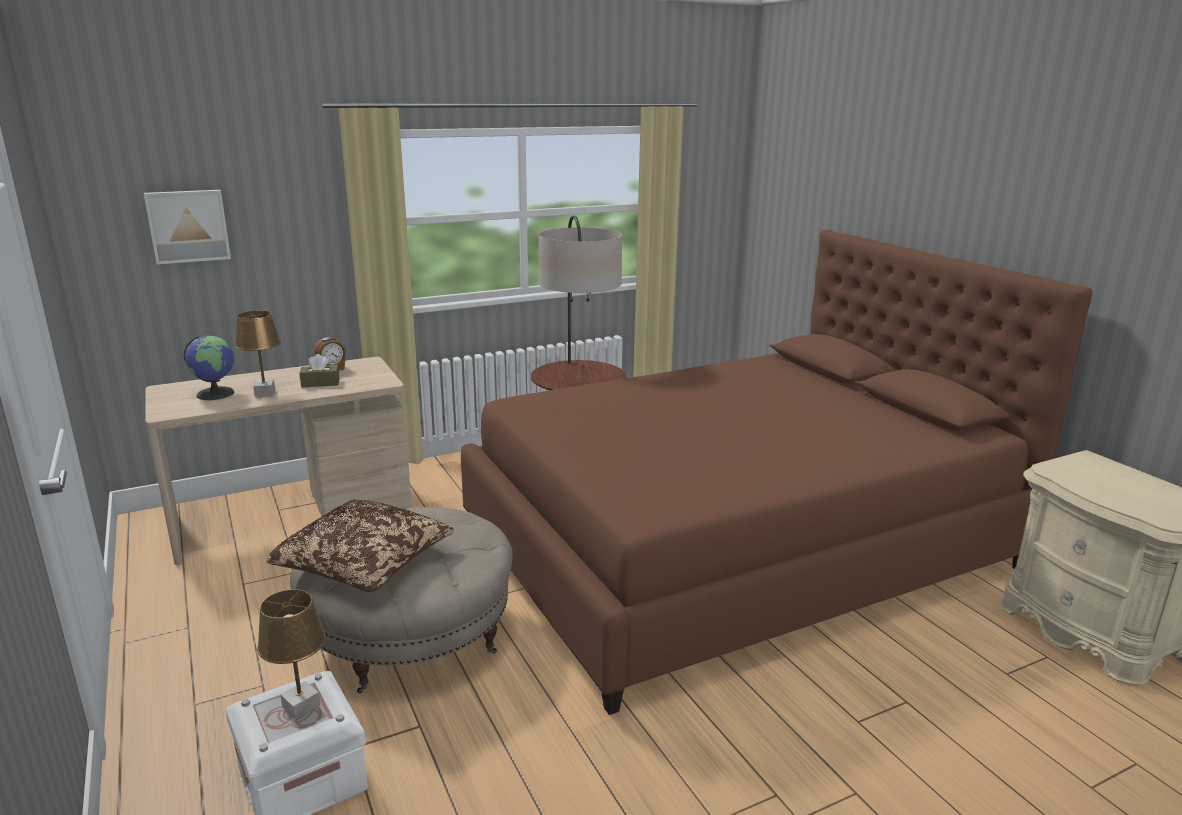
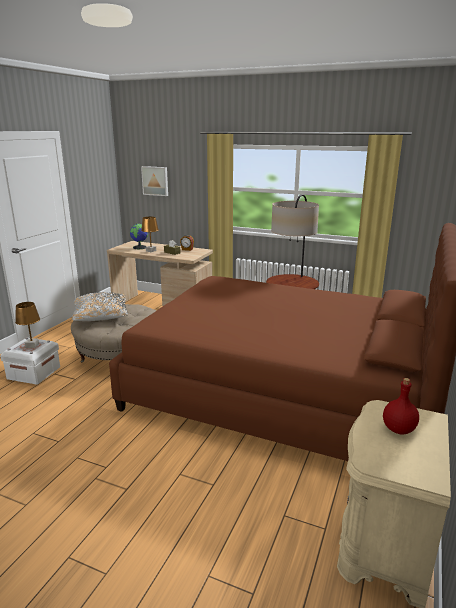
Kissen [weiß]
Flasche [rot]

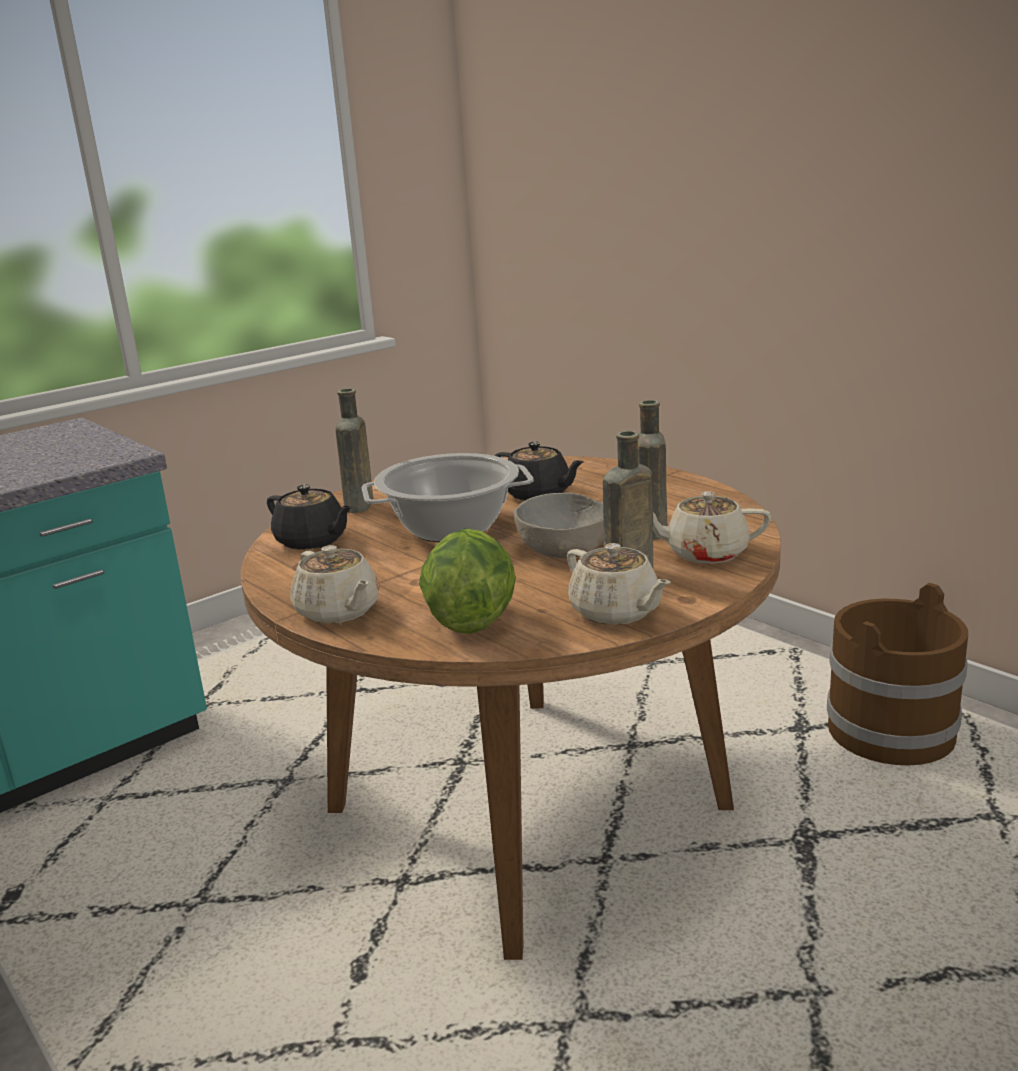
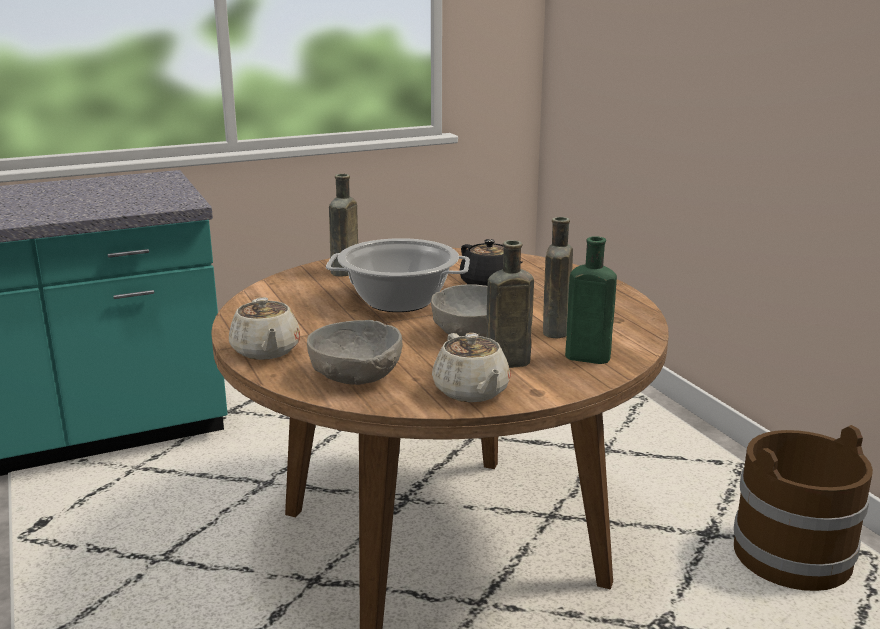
Schüssel [grau] (no. 1 from left)
Flasche [grün]
Teekanne [schwarz] (no. 1 from left in the first image)

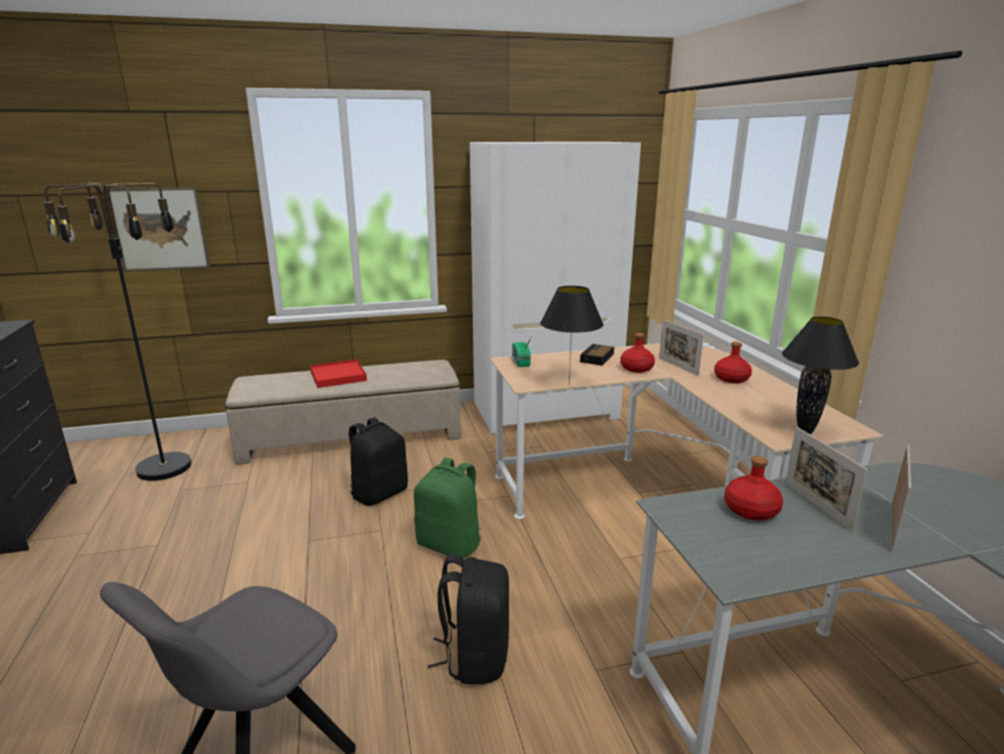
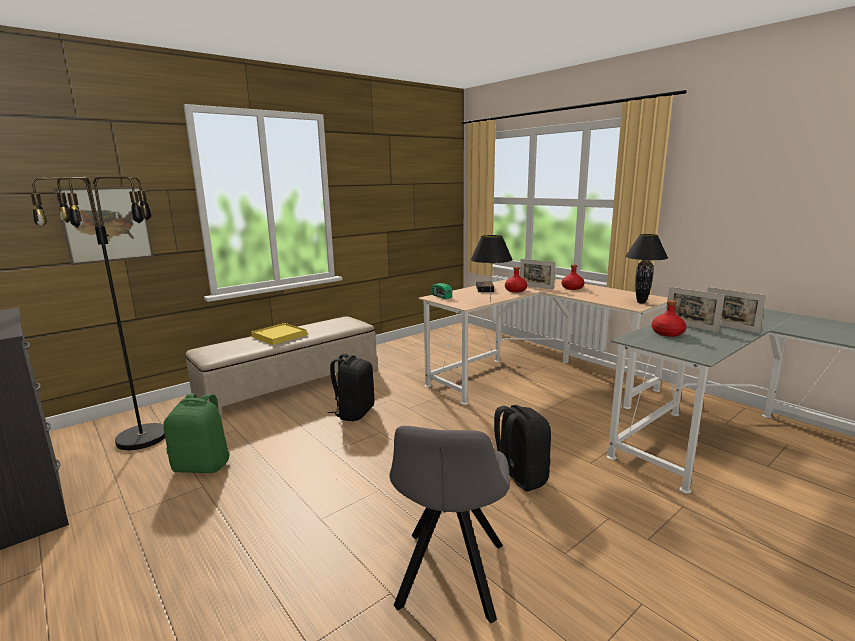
Rucksack [grün]
Tablett [gelb]
Bilderrahmen (no. 3 from left)
Kleiderschrank [weiß]

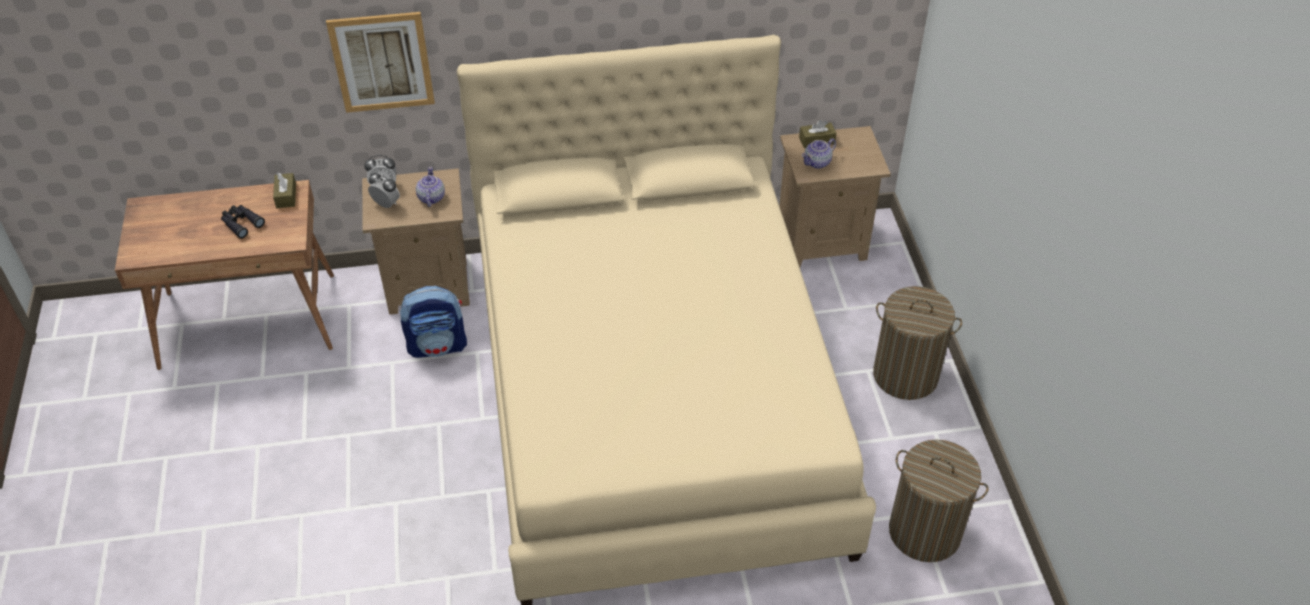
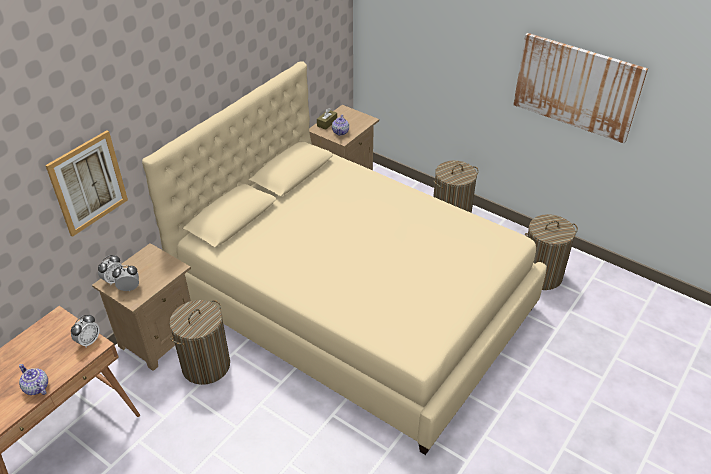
Teekanne (no. 1 from left)
Wecker (no. 1 from left)
Wäschekorb (no. 1 from left)
Bild (no. 2 from left)
Fernglas [schwarz]
Taschentuchbox [braun] (no. 1 from left in the first image)

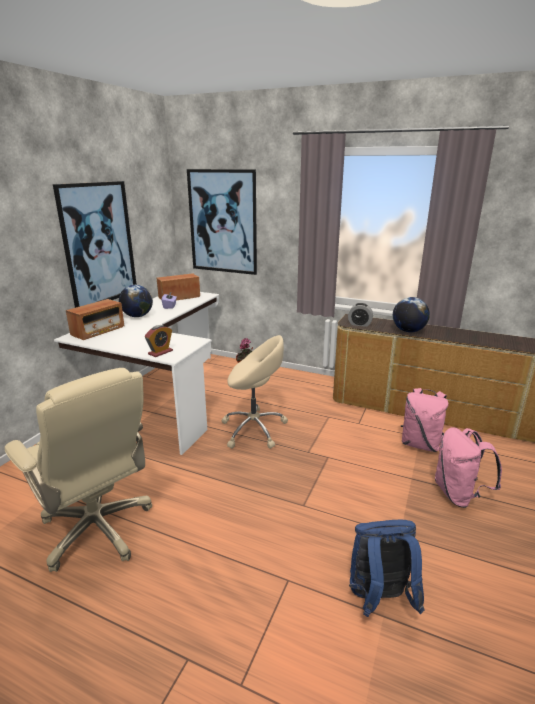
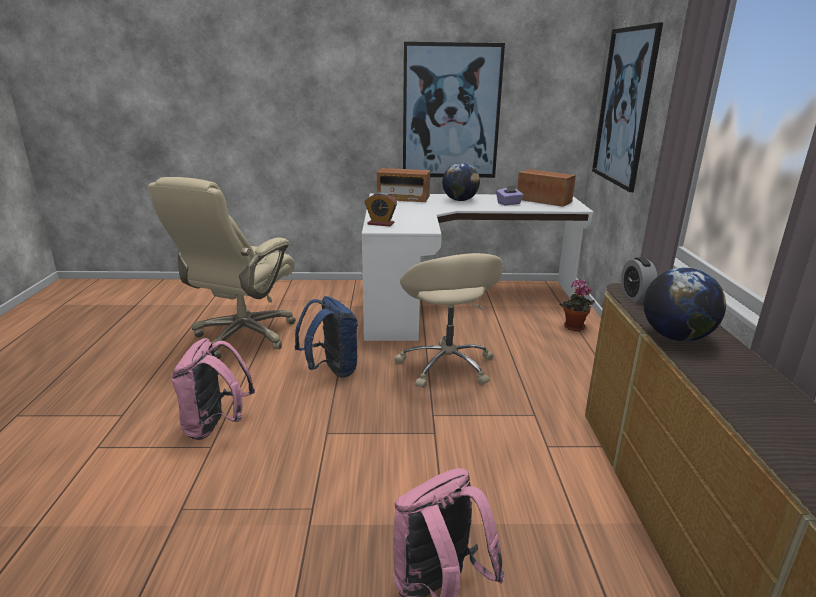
Rucksack [rosa] (no. 1 from left)
Rucksack [blau]

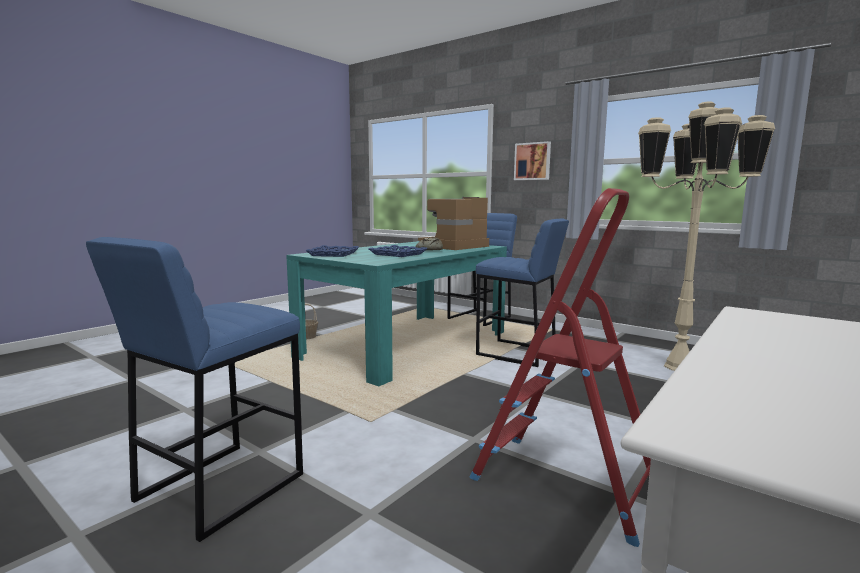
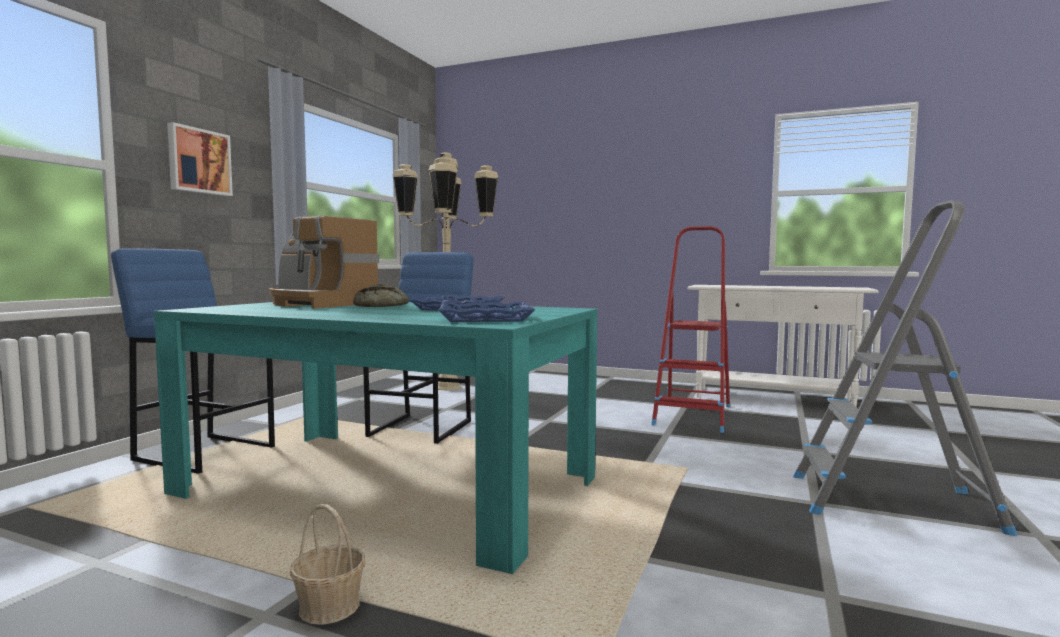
Trittleiter [grau]

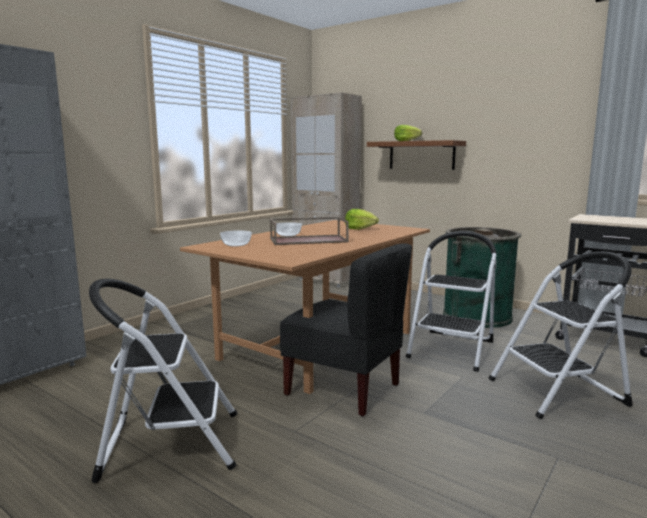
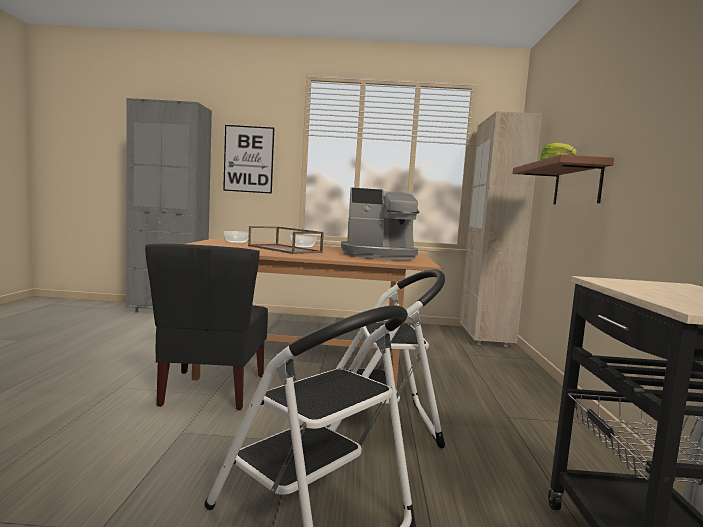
Bild
Kaffeemaschine
Trittleiter (no. 1 from left in the first image)
Mülleimer [grün]

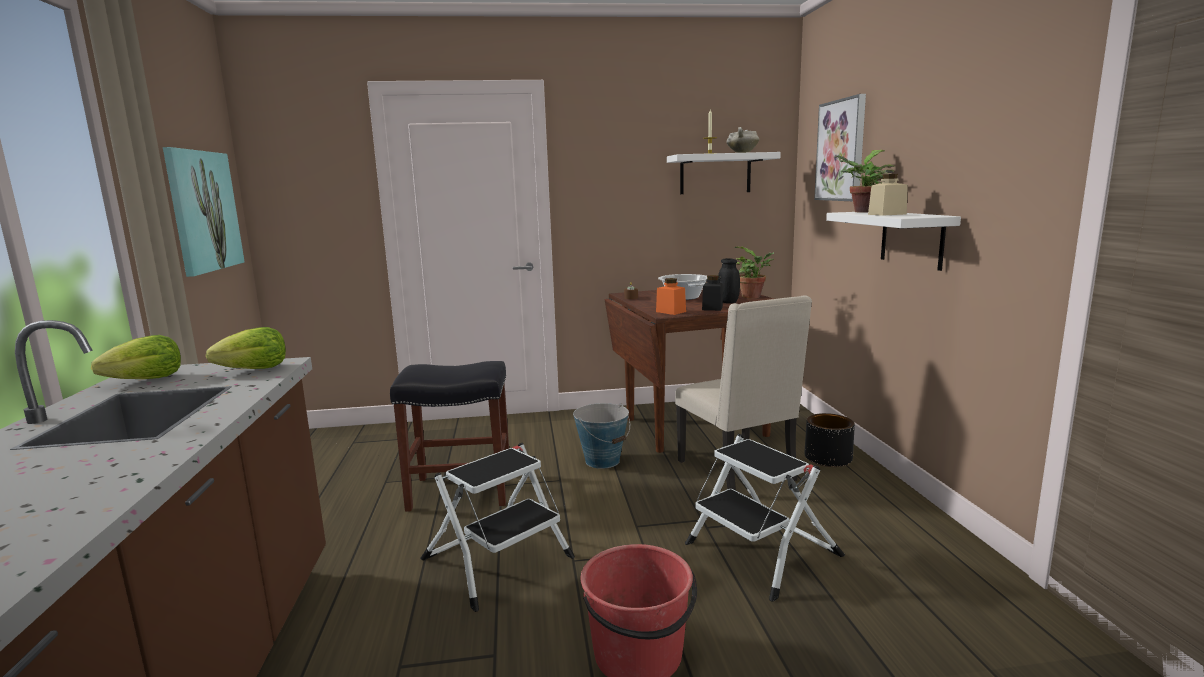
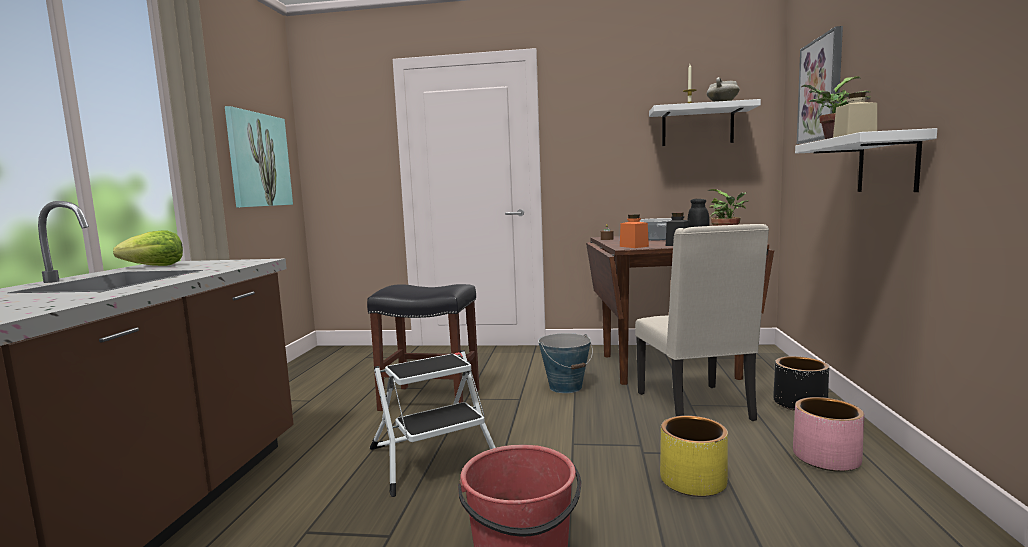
Pflanzkübel [gelb]
Pflanzkübel [rosa]
Salatkopf (no. 2 from left in the first image)

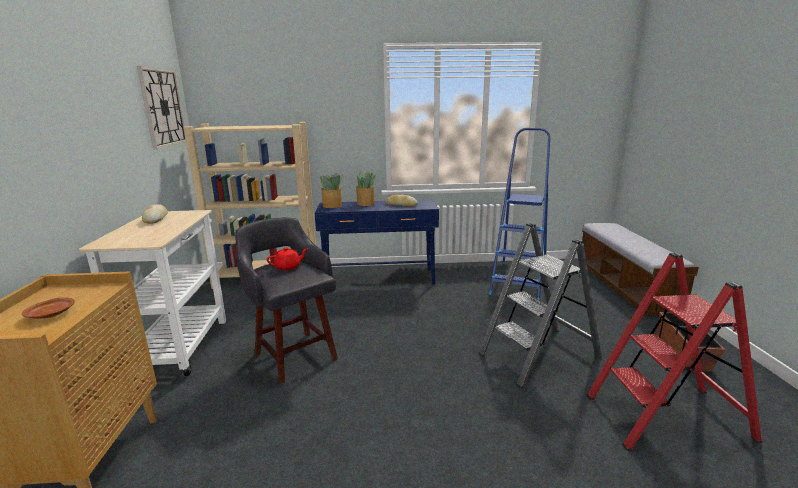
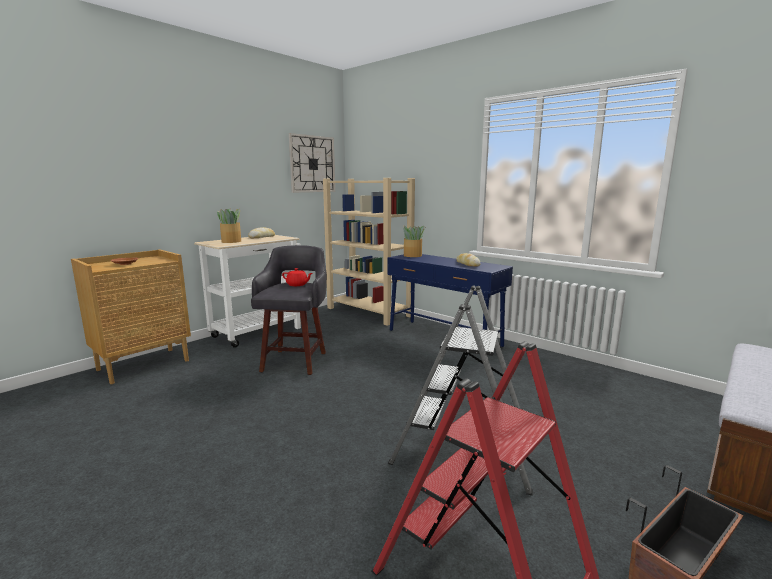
Topfpflanze (no. 1 from left)
Trittleiter [blau]

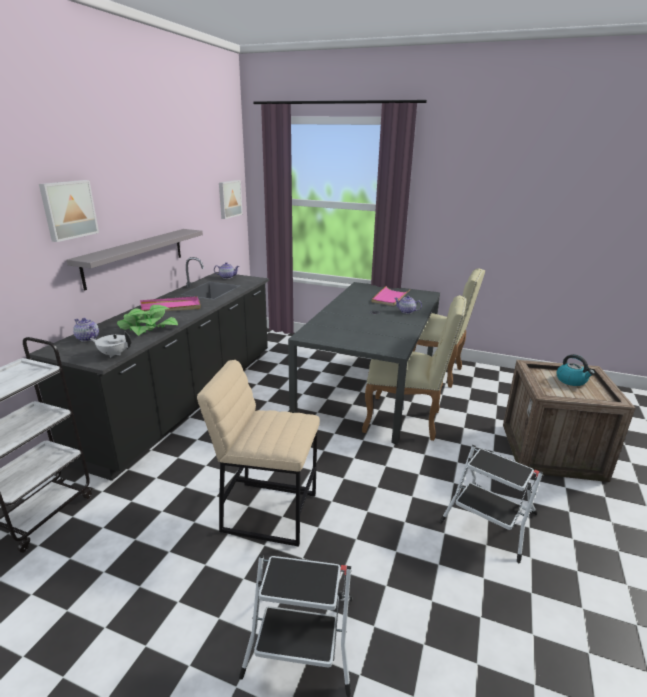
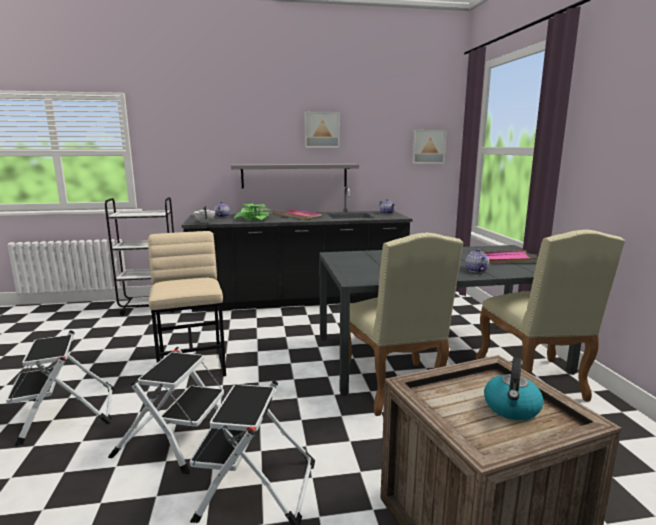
Trittleiter (no. 2 from left)
Bild (no. 1 from left)

